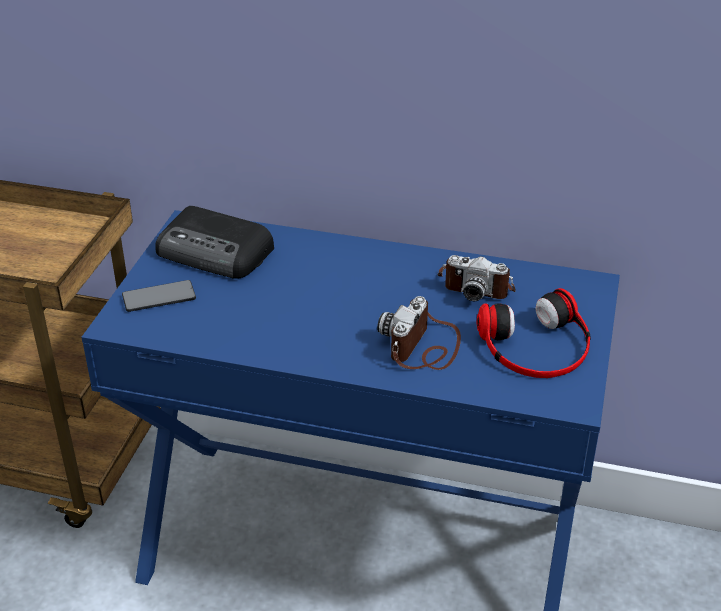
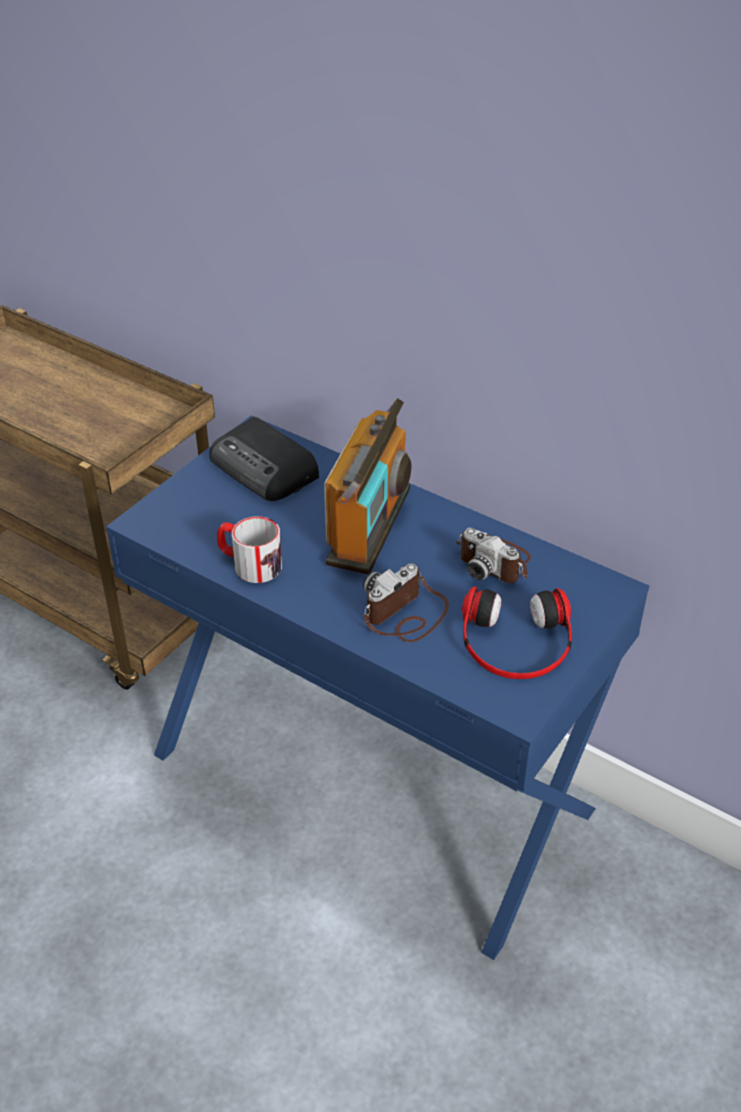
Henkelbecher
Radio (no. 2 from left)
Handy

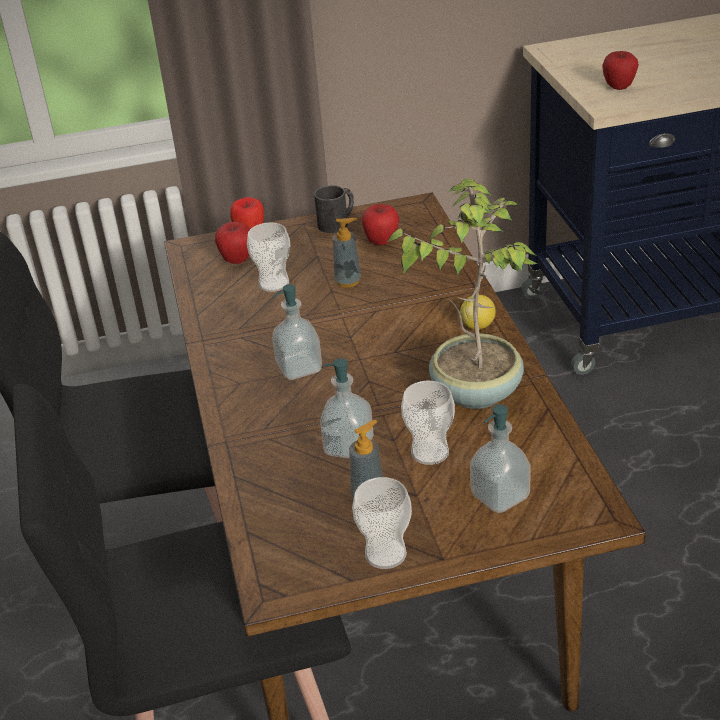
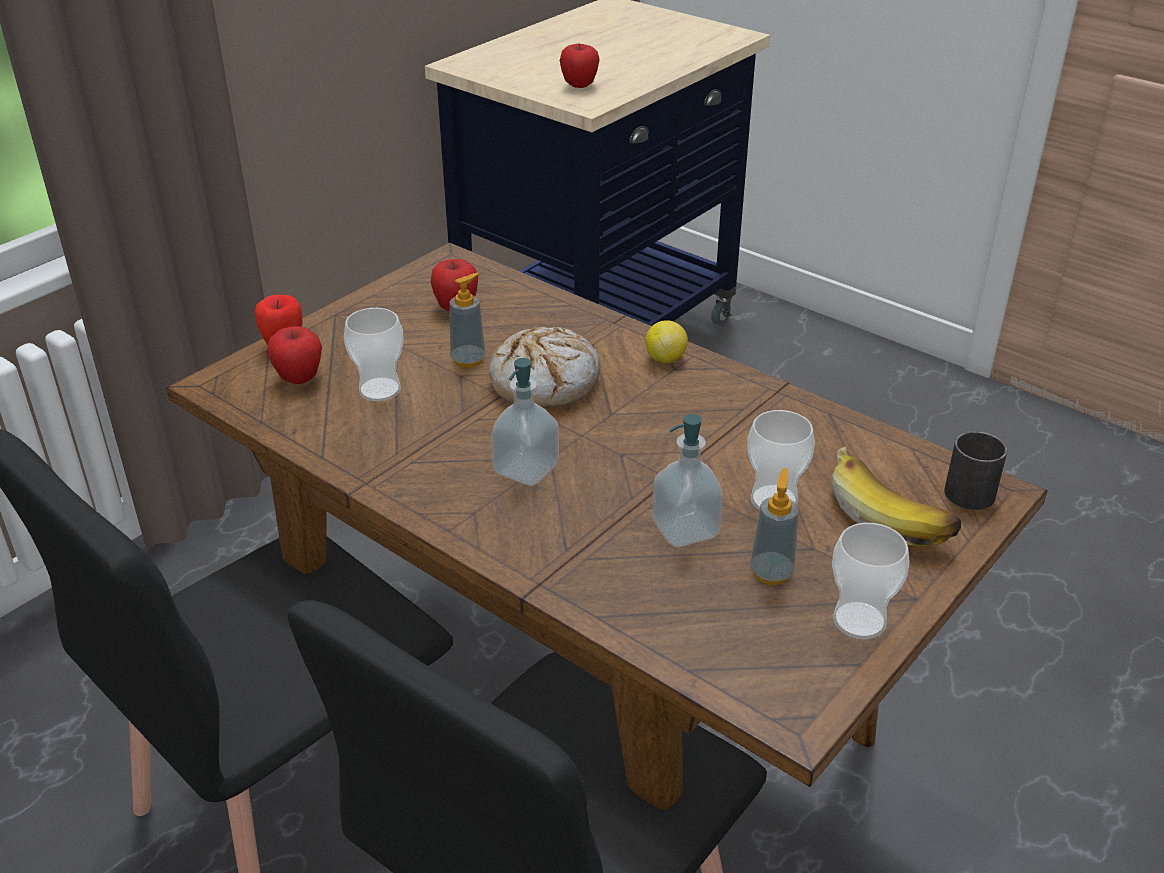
Brot
Banane
Henkelbecher [schwarz]
Topfpflanze

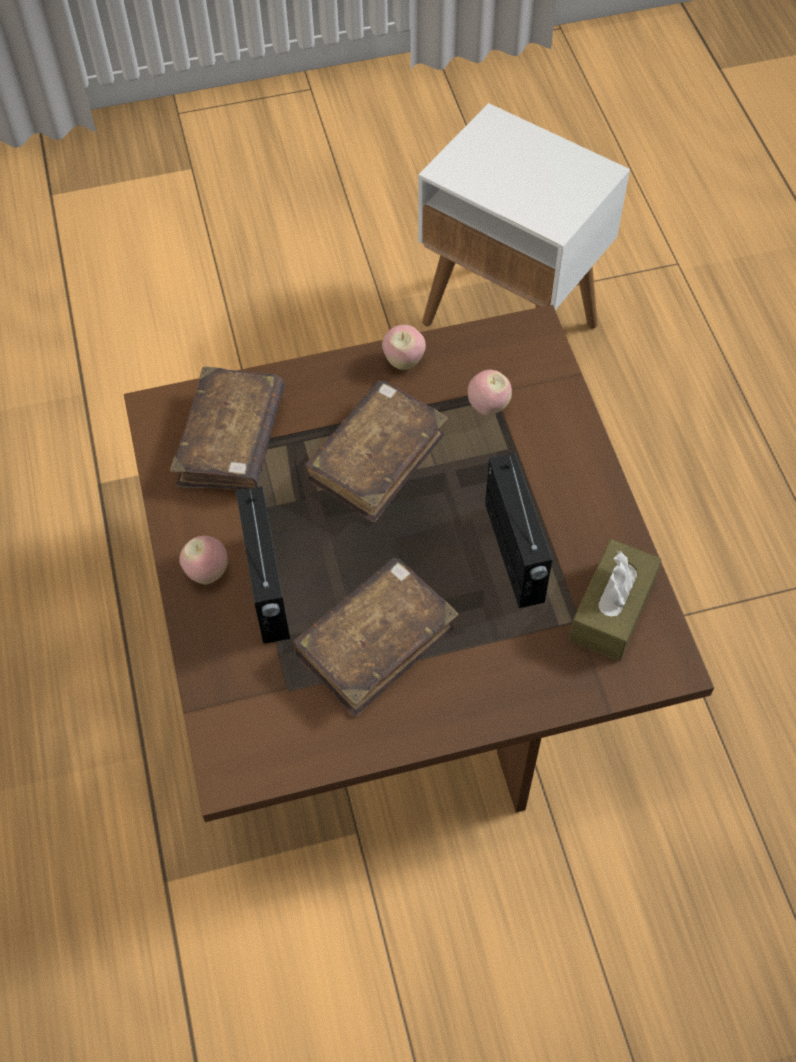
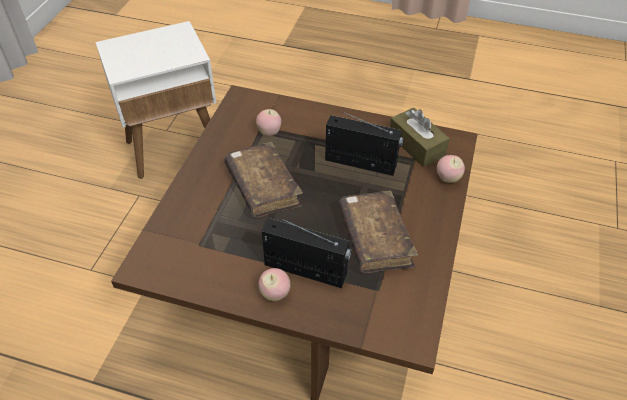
Apfel (no. 3 from left)
Buch [braun] (no. 1 from left in the first image)

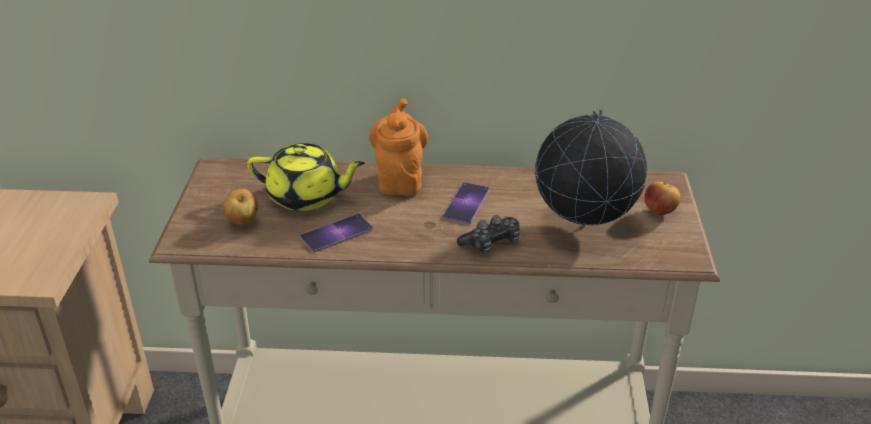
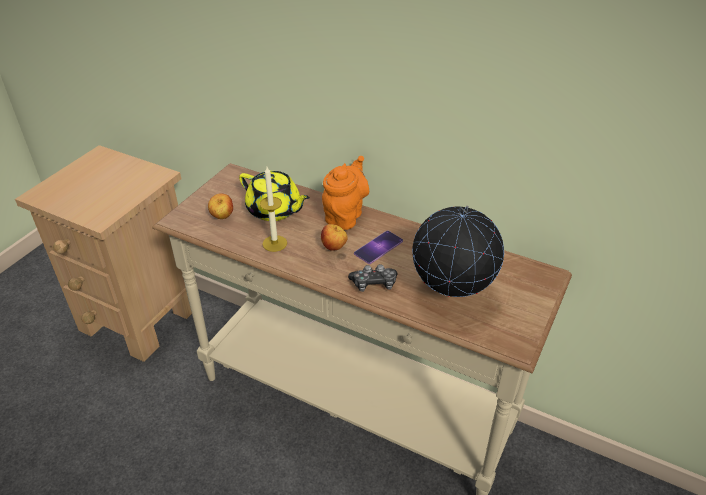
Kerze
Apfel (no. 2 from left)

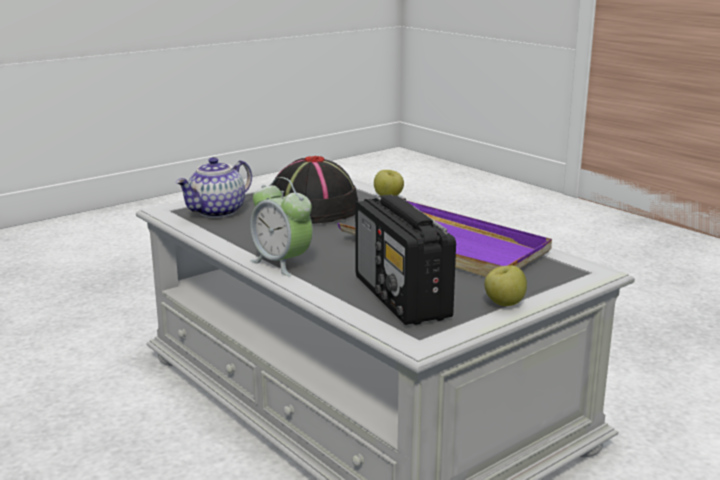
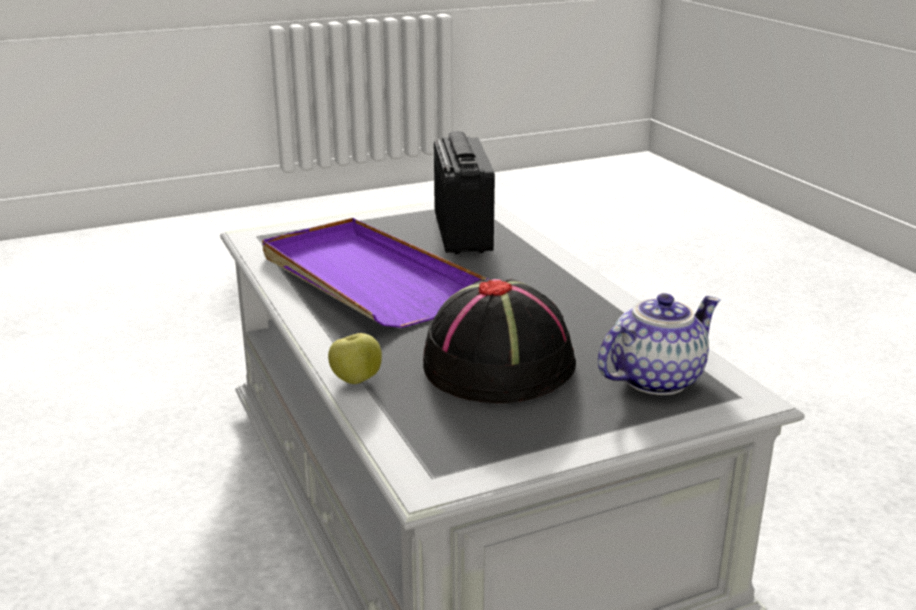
Wecker
Apfel (no. 2 from left in the first image)

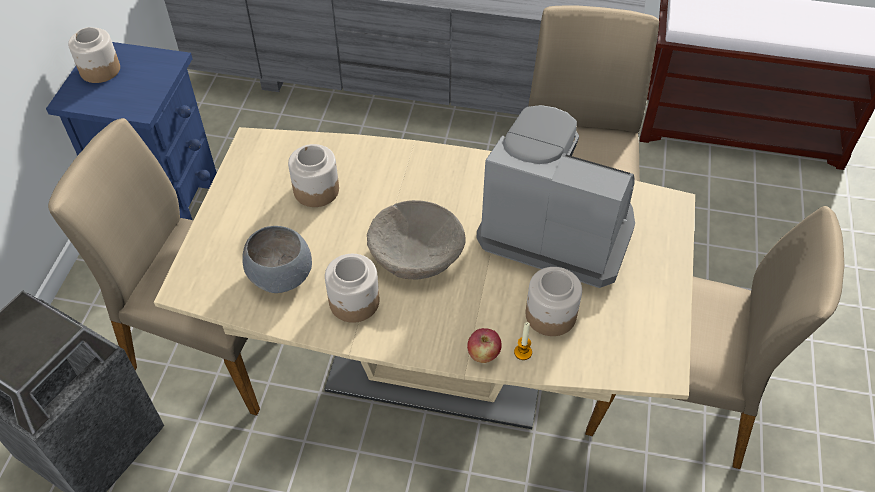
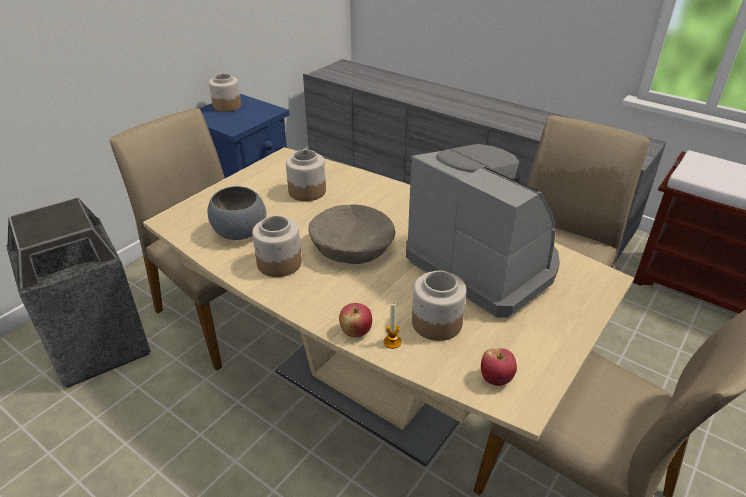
Apfel (no. 2 from left)

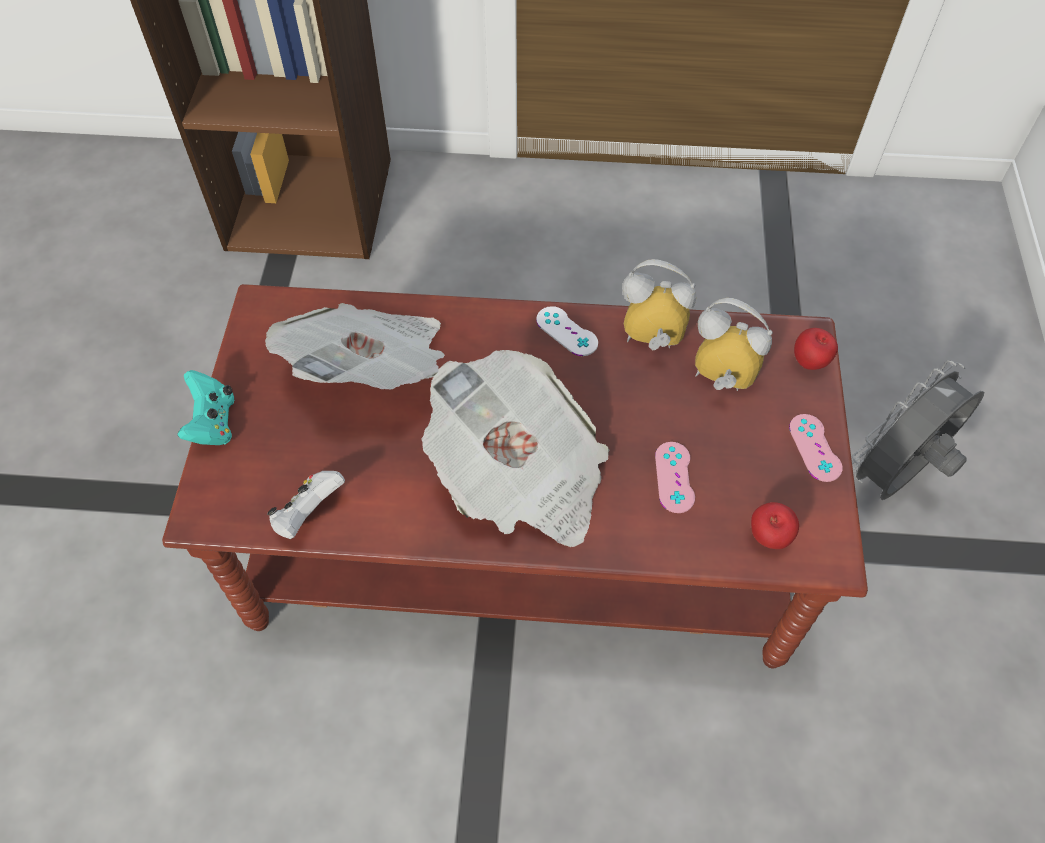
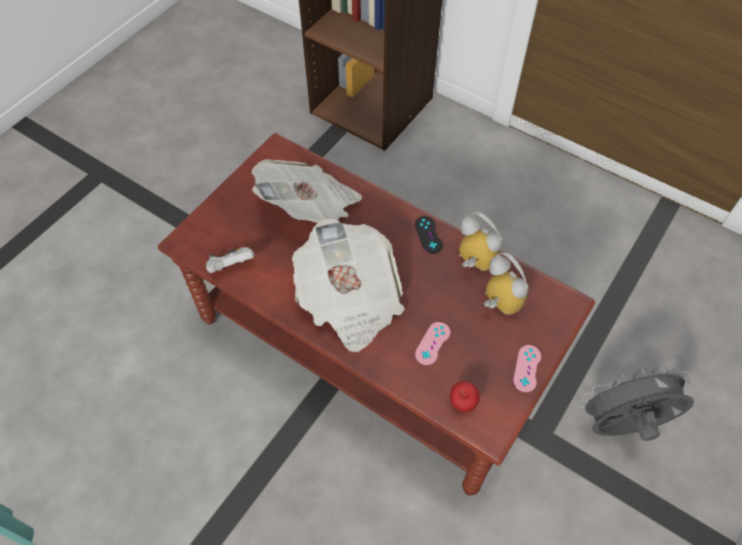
Gamepad [schwarz]
Gamepad [türkis]
Apfel (no. 2 from left in the first image)

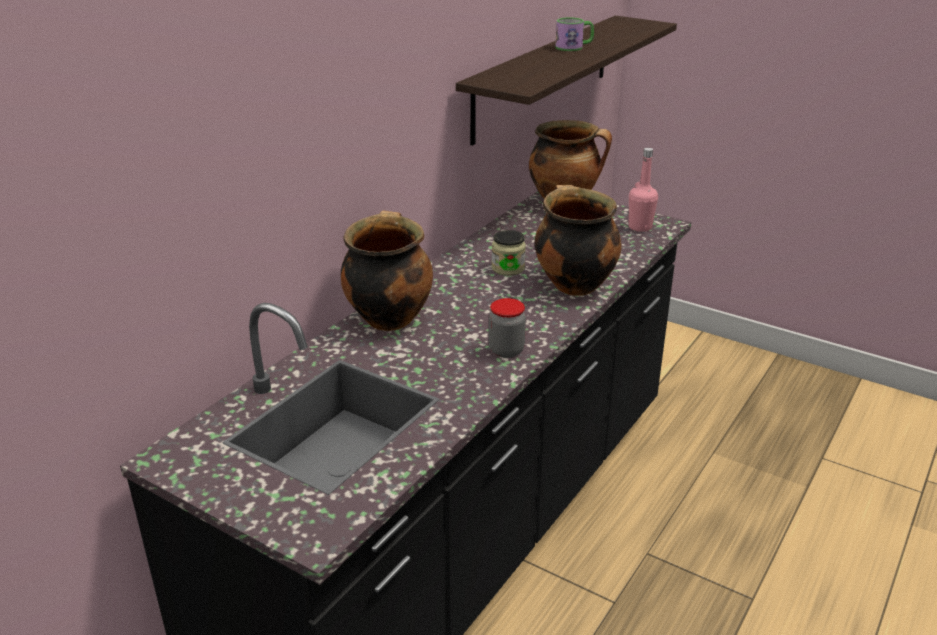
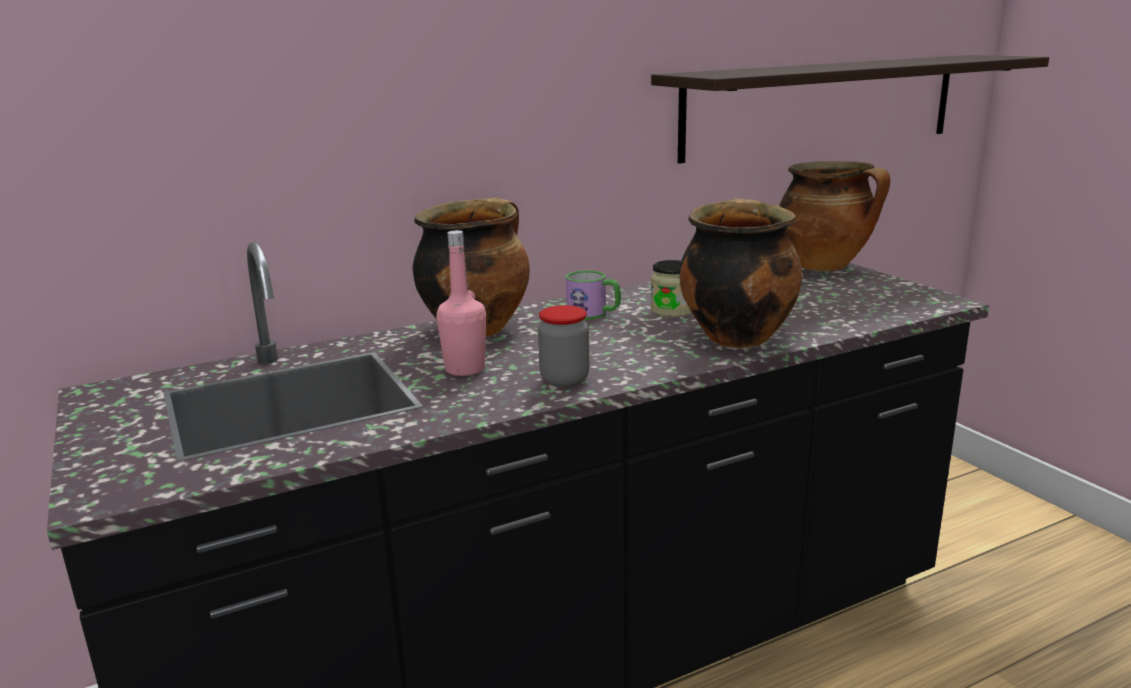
Flasche [rosa]
Henkelbecher

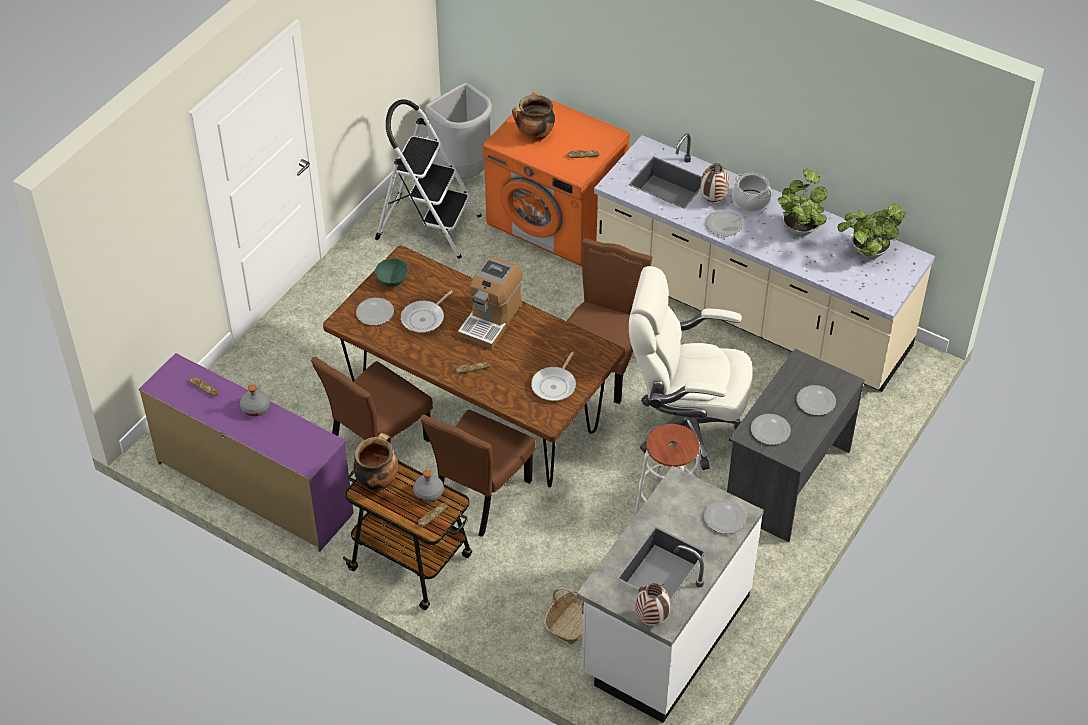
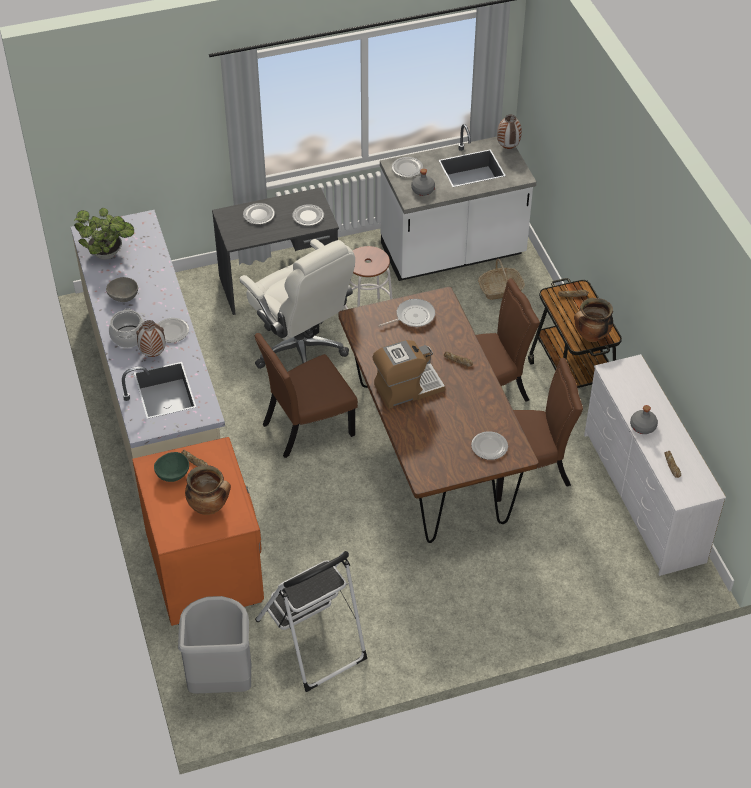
Schüssel [grau]
Schüssel [grün]
Flasche [grau] (no. 1 from left)
Kommode [weiß]
Pfanne (no. 1 from left in the first image)

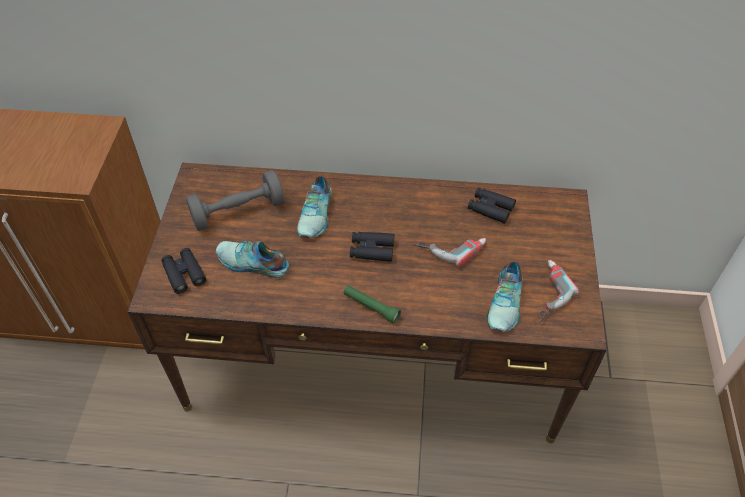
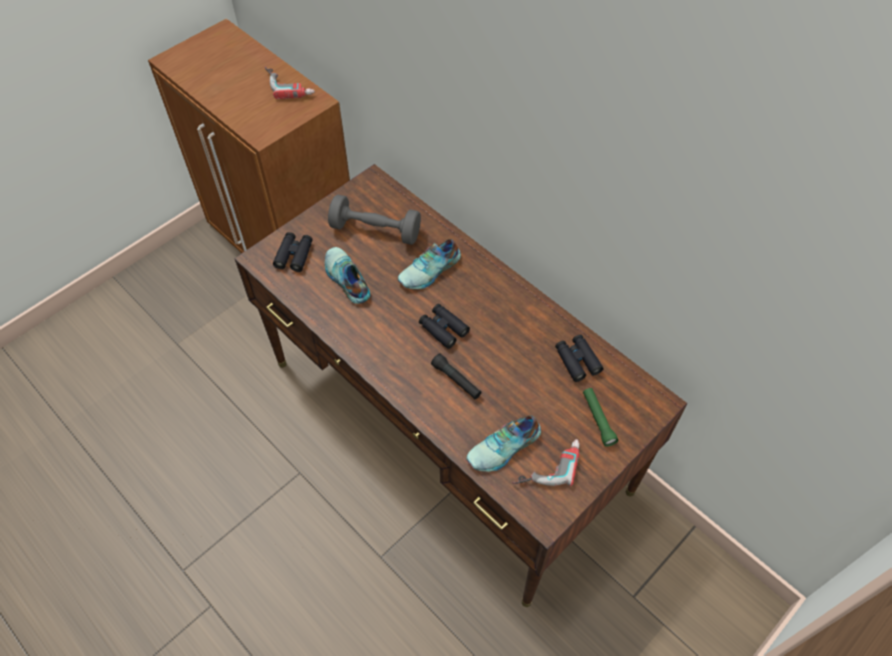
Bohrmaschine (no. 1 from left)
Taschenlampe [schwarz]
Taschenlampe [grün]

